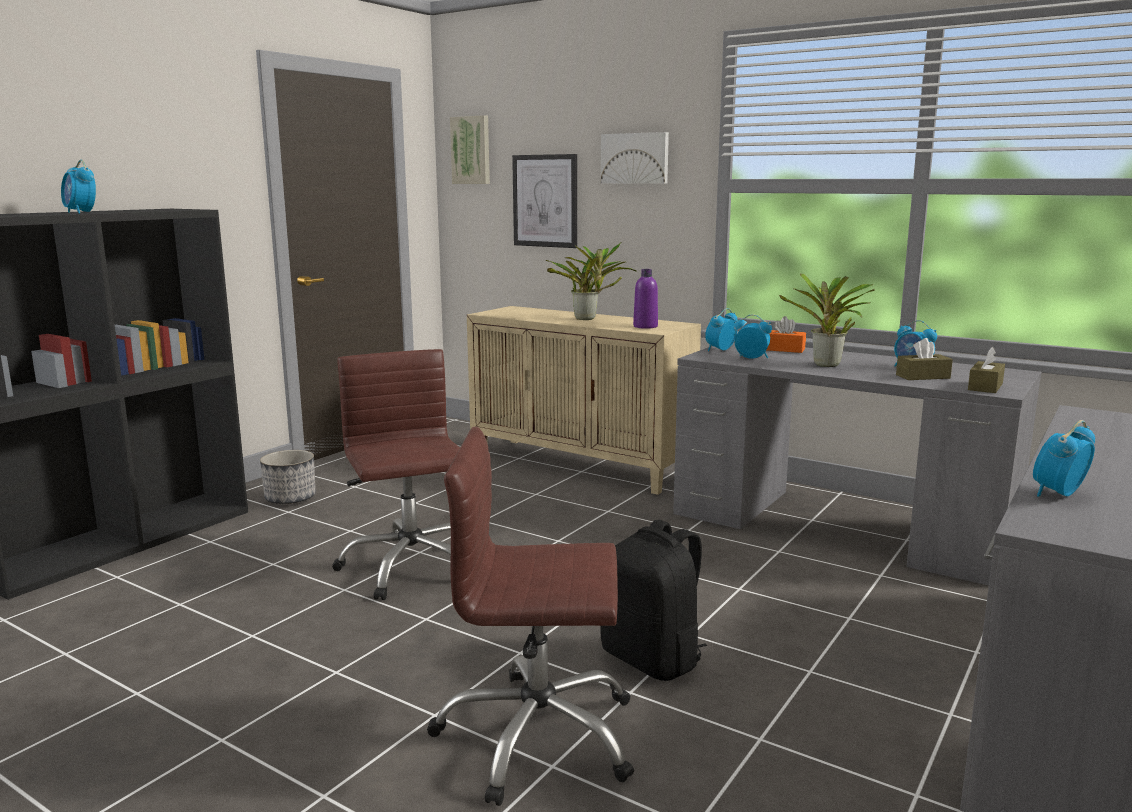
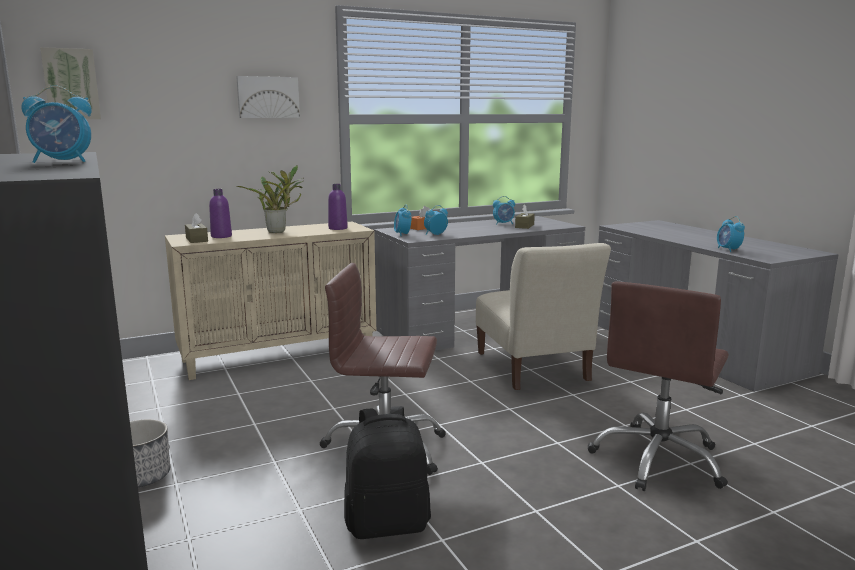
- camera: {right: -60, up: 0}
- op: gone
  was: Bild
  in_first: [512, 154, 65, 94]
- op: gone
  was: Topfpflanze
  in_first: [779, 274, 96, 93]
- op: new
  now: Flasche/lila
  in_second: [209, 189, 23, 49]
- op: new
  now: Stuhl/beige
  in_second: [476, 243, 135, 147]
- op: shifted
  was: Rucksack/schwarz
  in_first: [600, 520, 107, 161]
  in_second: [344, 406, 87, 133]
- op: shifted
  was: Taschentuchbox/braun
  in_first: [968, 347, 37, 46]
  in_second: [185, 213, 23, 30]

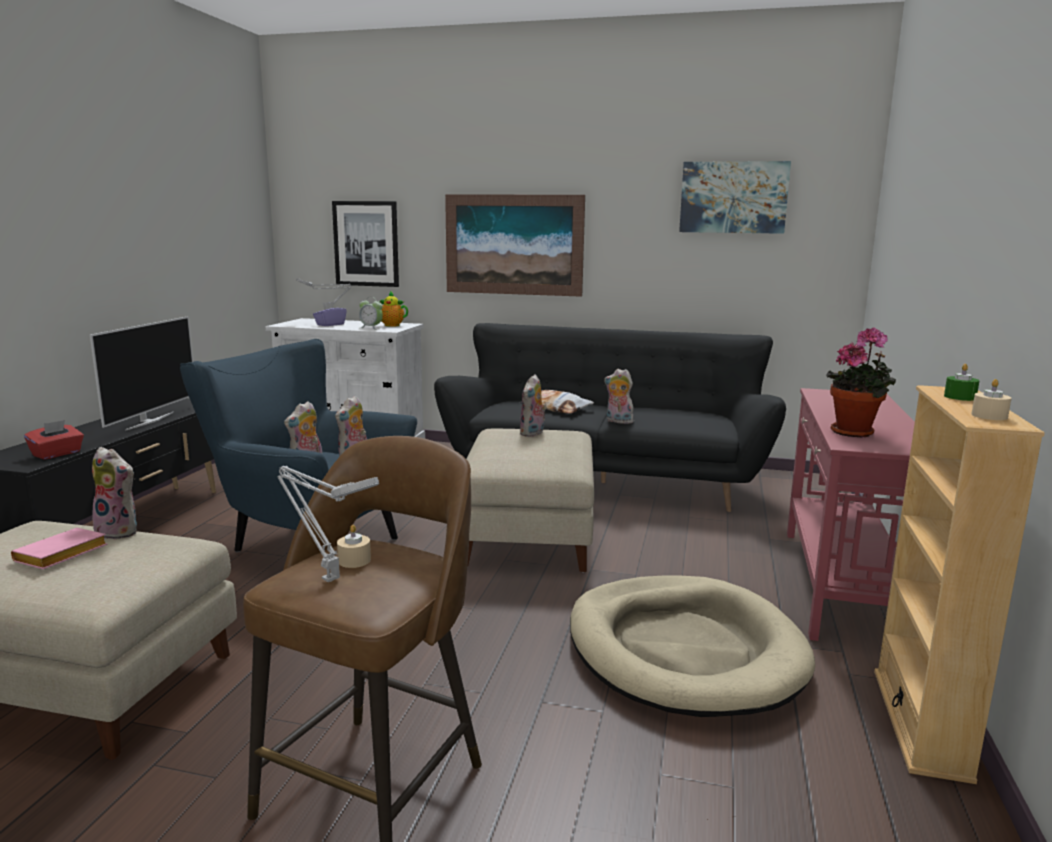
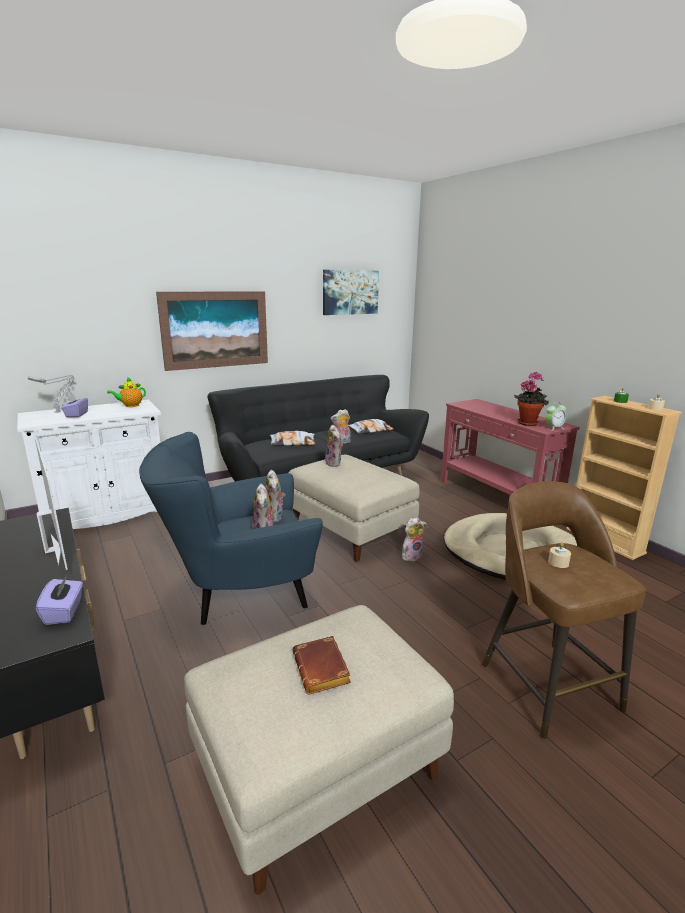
- camera: {right: -45, up: 5}
- op: gone
  was: Tischlampe/grau
  in_first: [277, 466, 102, 116]
- op: gone
  was: Bild
  in_first: [332, 201, 67, 86]
- op: new
  now: Kissen
  in_second: [348, 419, 46, 15]
- op: shifted
  was: Plüschtier
  in_first: [92, 447, 45, 92]
  in_second: [402, 517, 25, 44]
- op: shifted
  was: Wecker
  in_first: [359, 298, 24, 31]
  in_second: [545, 402, 21, 29]
- op: repainted
  was: Buch/rosa
  now: Buch/braun
  in_first: [11, 528, 96, 41]
  in_second: [293, 636, 58, 58]
- op: repainted
  was: Taschentuchbox/rot
  now: Taschentuchbox/lila
  in_first: [24, 420, 60, 40]
  in_second: [36, 576, 47, 49]

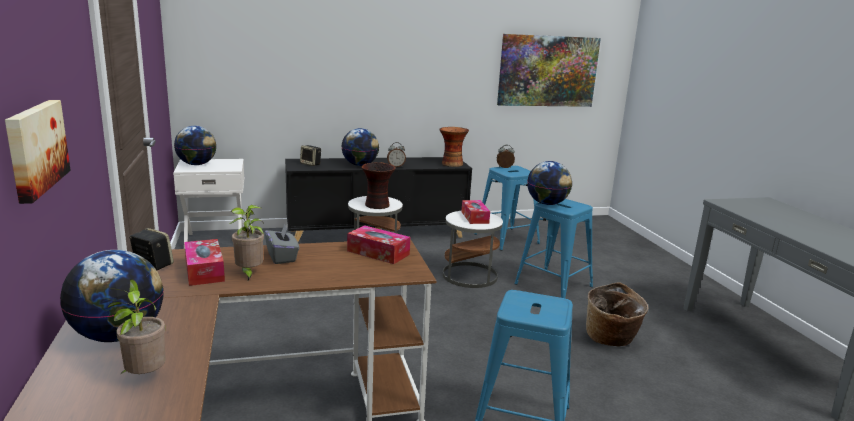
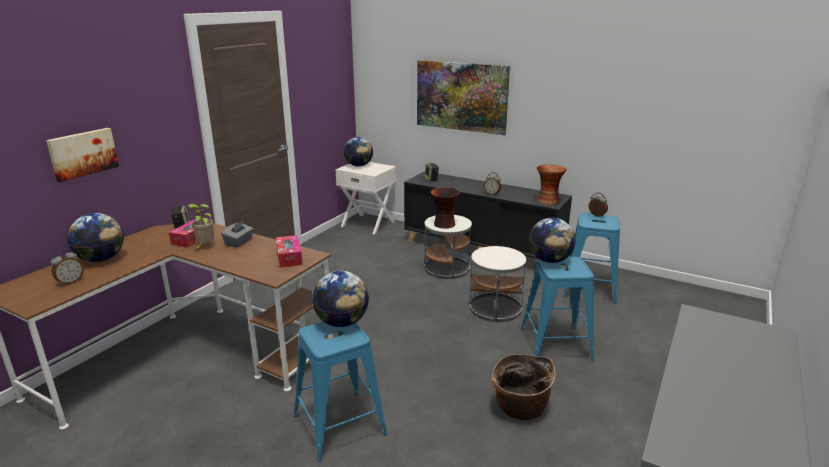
- camera: {right: 45, up: 5}
- op: gone
  was: Taschentuchbox
  in_first: [462, 200, 28, 24]
- op: shifted
  was: Globus
  in_first: [342, 128, 37, 38]
  in_second: [312, 271, 57, 56]
- op: shifted
  was: Bild
  in_first: [497, 34, 104, 73]
  in_second: [417, 60, 93, 75]
- op: swapped
  was: Topfpflanze
  now: Wecker
  in_first: [106, 279, 60, 95]
  in_second: [51, 250, 33, 36]

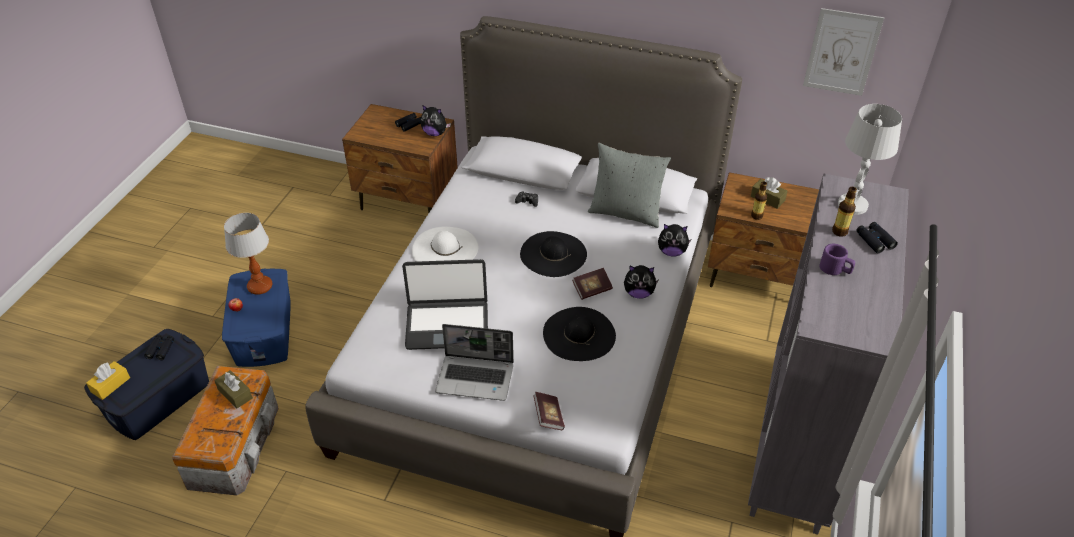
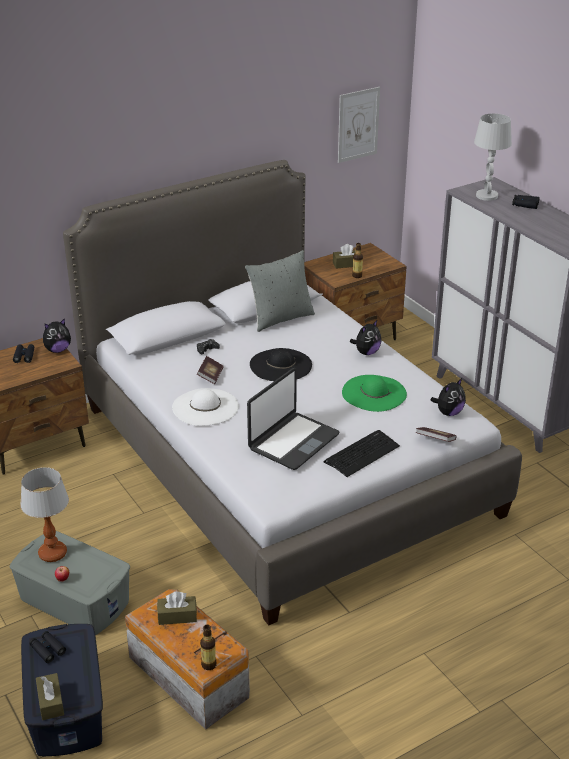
- camera: {right: -50, up: -10}
- op: gone
  was: Henkelbecher/lila
  in_first: [820, 244, 35, 31]
- op: shifted
  was: Buch
  in_first: [572, 268, 41, 32]
  in_second: [197, 356, 27, 28]
- op: shifted
  was: Plüschtier
  in_first: [658, 224, 33, 32]
  in_second: [431, 378, 35, 38]
- op: shifted
  was: Flasche
  in_first: [832, 187, 25, 50]
  in_second: [200, 625, 17, 45]
- op: swapped
  was: Laptop
  now: Tastatur
  in_first: [435, 324, 79, 77]
  in_second: [324, 430, 76, 47]
- op: repainted
  was: Taschentuchbox/gelb
  now: Taschentuchbox/braun
  in_first: [86, 361, 44, 39]
  in_second: [36, 673, 28, 47]
- op: repainted
  was: Aufbewahrungsbox/blau
  now: Aufbewahrungsbox/grau
  in_first: [222, 268, 69, 99]
  in_second: [9, 531, 121, 104]
- op: repainted
  was: Hut/schwarz
  now: Hut/grün
  in_first: [543, 307, 73, 54]
  in_second: [342, 375, 65, 37]

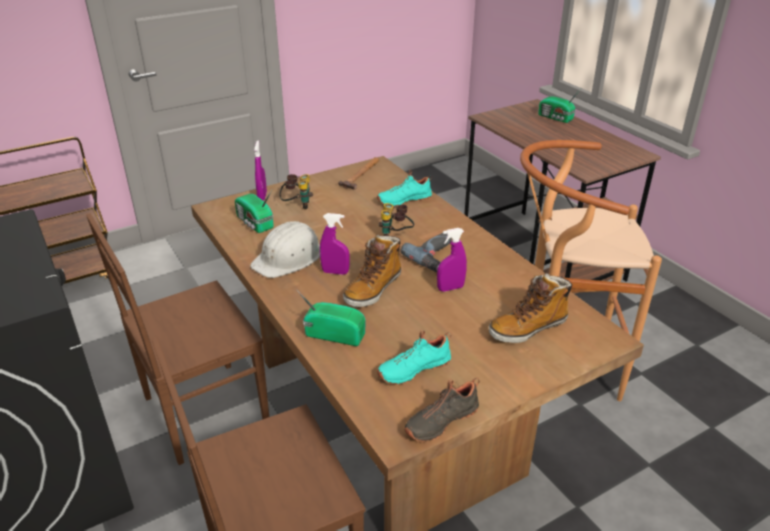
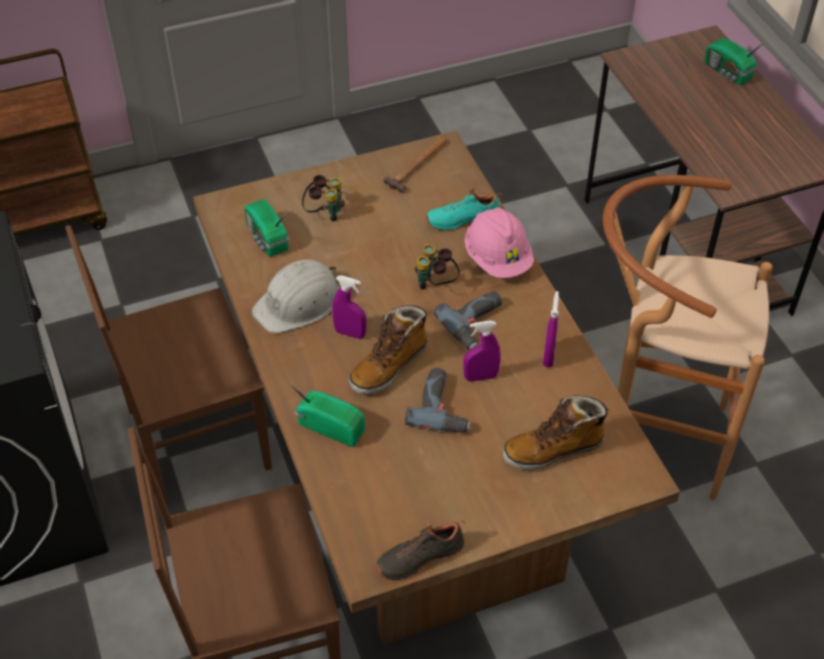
- camera: {right: 10, up: 15}
- op: gone
  was: Schuh/türkis
  in_first: [377, 330, 74, 55]
- op: new
  now: Bohrmaschine
  in_second: [405, 368, 67, 65]
- op: new
  now: Schutzhelm/rosa
  in_second: [464, 207, 70, 71]
- op: shifted
  was: Sprühflasche/lila
  in_first: [254, 140, 13, 61]
  in_second: [543, 291, 16, 77]

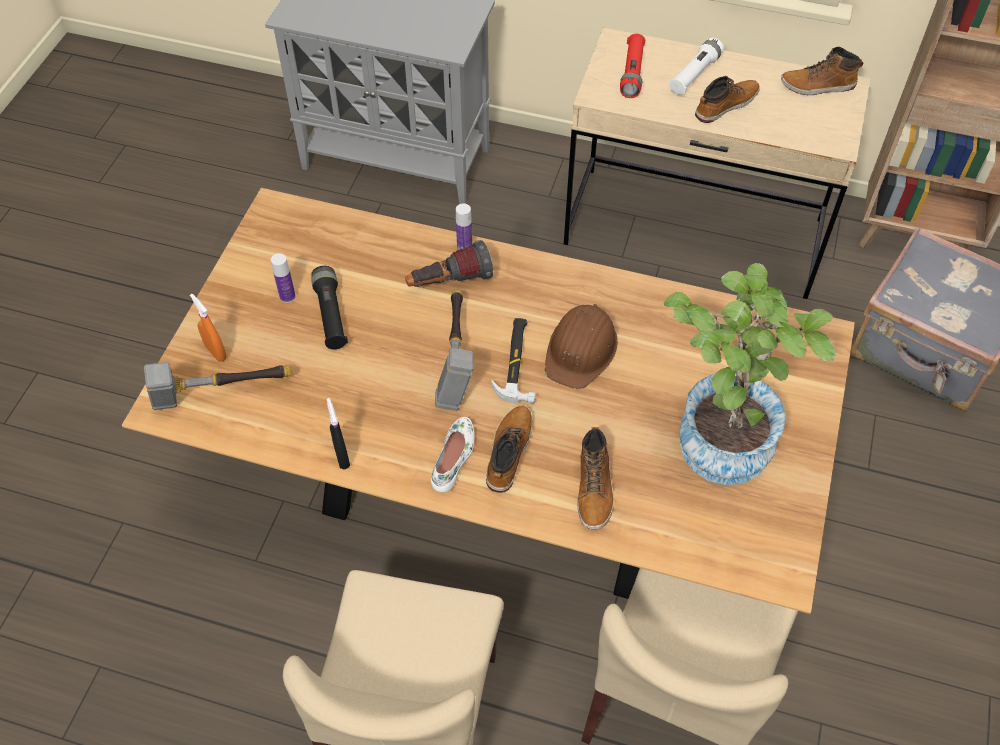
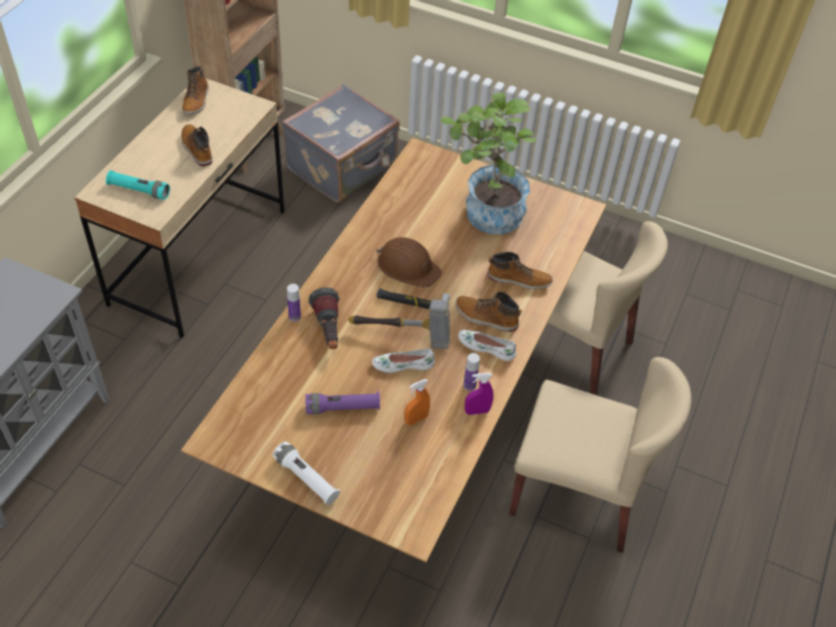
- camera: {right: -85, up: -5}
- op: gone
  was: Hammer
  in_first: [144, 362, 149, 48]
- op: new
  now: Schuh/weiß
  in_second: [372, 349, 63, 24]
- op: shifted
  was: Sprühflasche/orange
  in_first: [190, 294, 37, 68]
  in_second: [404, 379, 26, 46]
- op: shifted
  was: Flasche
  in_first: [271, 253, 25, 50]
  in_second: [463, 353, 17, 38]
- op: shifted
  was: Taschenlampe/weiß
  in_first: [669, 38, 55, 57]
  in_second: [273, 442, 67, 63]
- op: repainted
  was: Taschenlampe/schwarz
  now: Taschenlampe/lila
  in_first: [311, 266, 37, 83]
  in_second: [305, 391, 75, 23]
- op: repainted
  was: Sprühflasche/schwarz
  now: Sprühflasche/lila
  in_first: [327, 398, 23, 71]
  in_second: [465, 373, 28, 42]
- op: repainted
  was: Taschenlampe/rot
  now: Taschenlampe/türkis
  in_first: [620, 34, 25, 64]
  in_second: [105, 170, 65, 30]

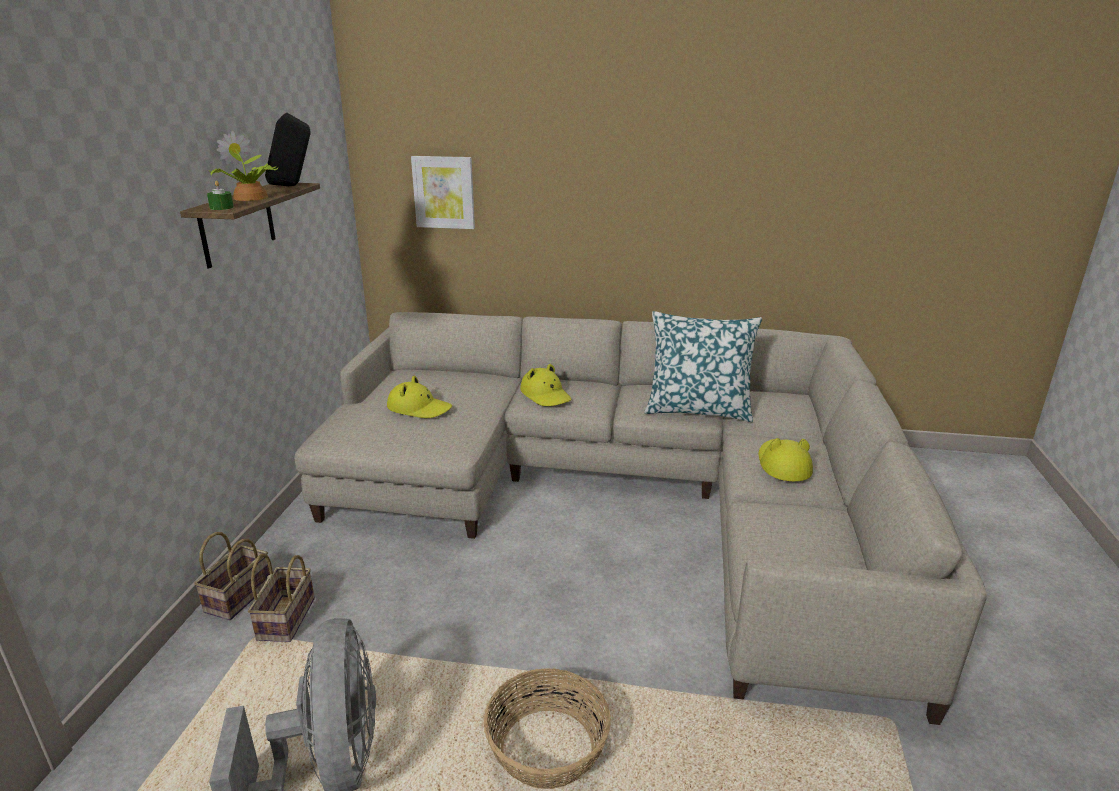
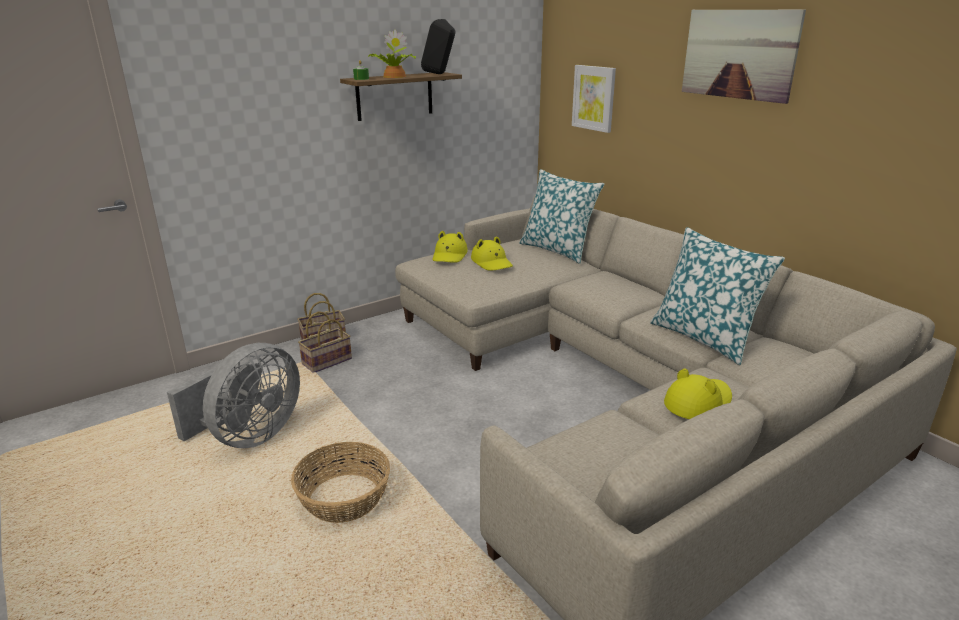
- camera: {right: 45, up: 0}
- op: new
  now: Kissen
  in_second: [519, 169, 85, 95]
- op: new
  now: Bild
  in_second: [682, 10, 124, 94]
- op: shifted
  was: Hut/gelb
  in_first: [520, 364, 52, 42]
  in_second: [432, 231, 36, 32]

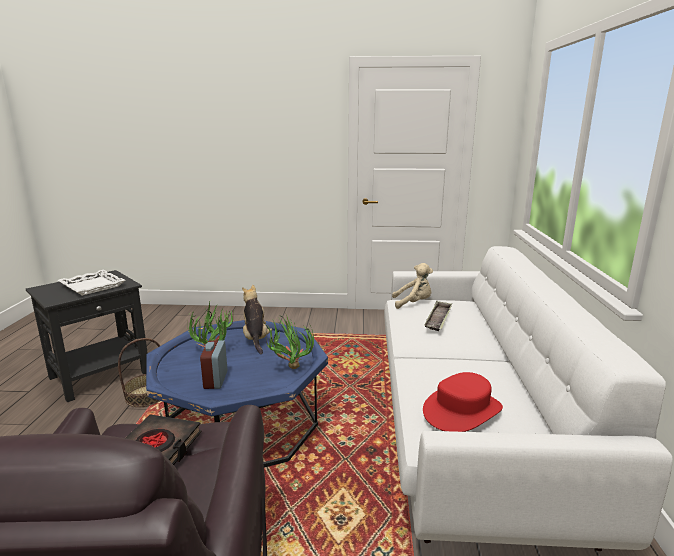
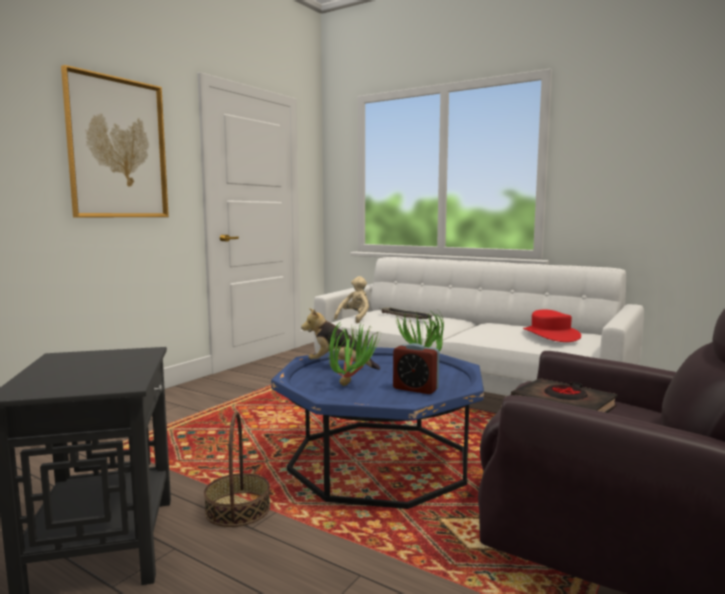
- camera: {right: -60, up: -10}
- op: gone
  was: Tablett/weiß
  in_first: [58, 270, 67, 26]
- op: new
  now: Bild
  in_second: [61, 65, 108, 153]

